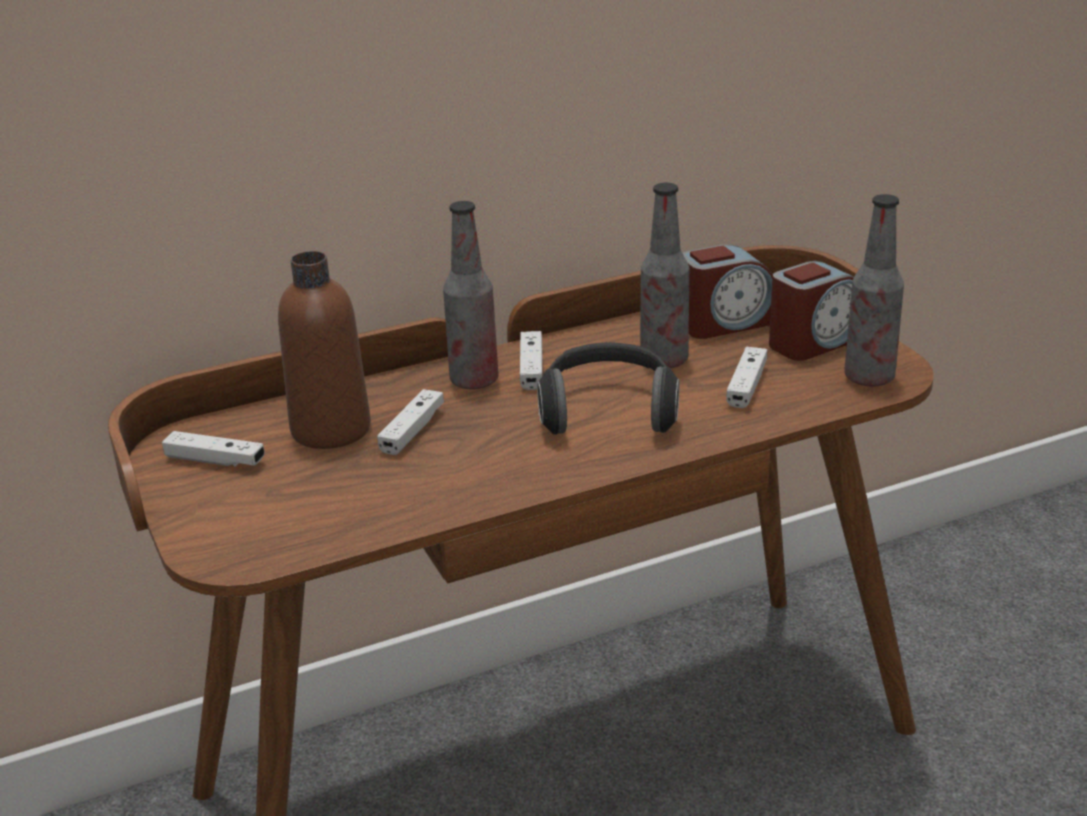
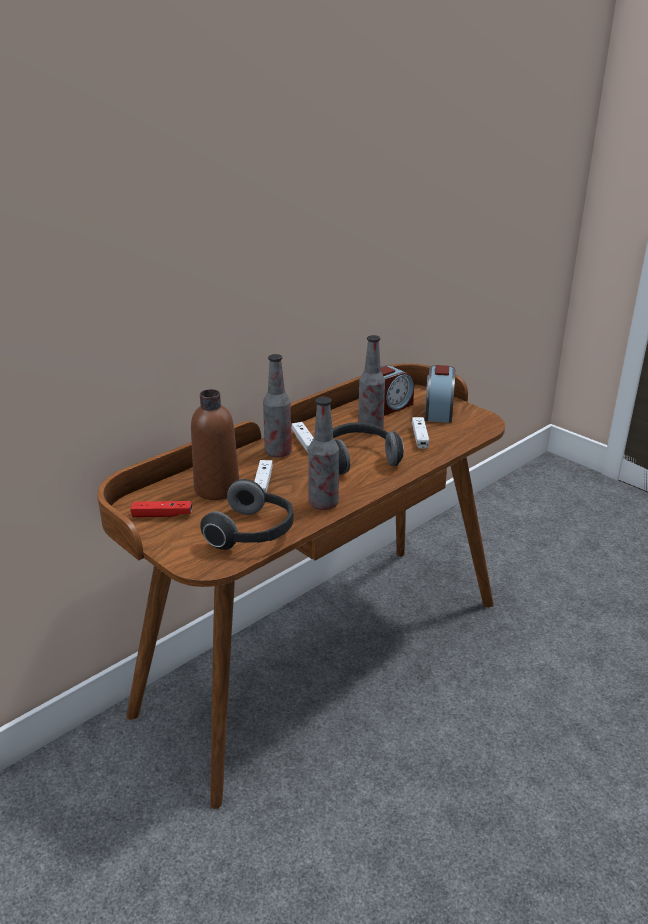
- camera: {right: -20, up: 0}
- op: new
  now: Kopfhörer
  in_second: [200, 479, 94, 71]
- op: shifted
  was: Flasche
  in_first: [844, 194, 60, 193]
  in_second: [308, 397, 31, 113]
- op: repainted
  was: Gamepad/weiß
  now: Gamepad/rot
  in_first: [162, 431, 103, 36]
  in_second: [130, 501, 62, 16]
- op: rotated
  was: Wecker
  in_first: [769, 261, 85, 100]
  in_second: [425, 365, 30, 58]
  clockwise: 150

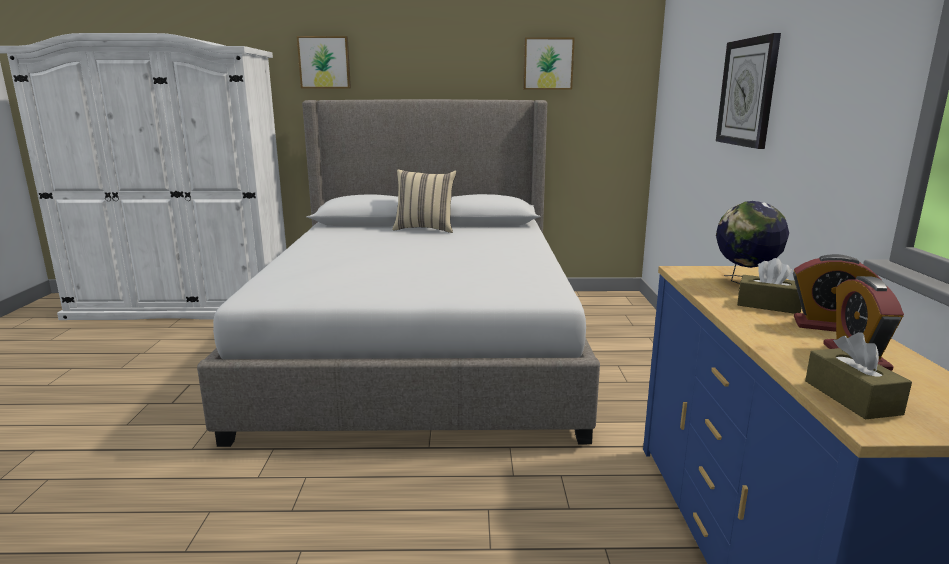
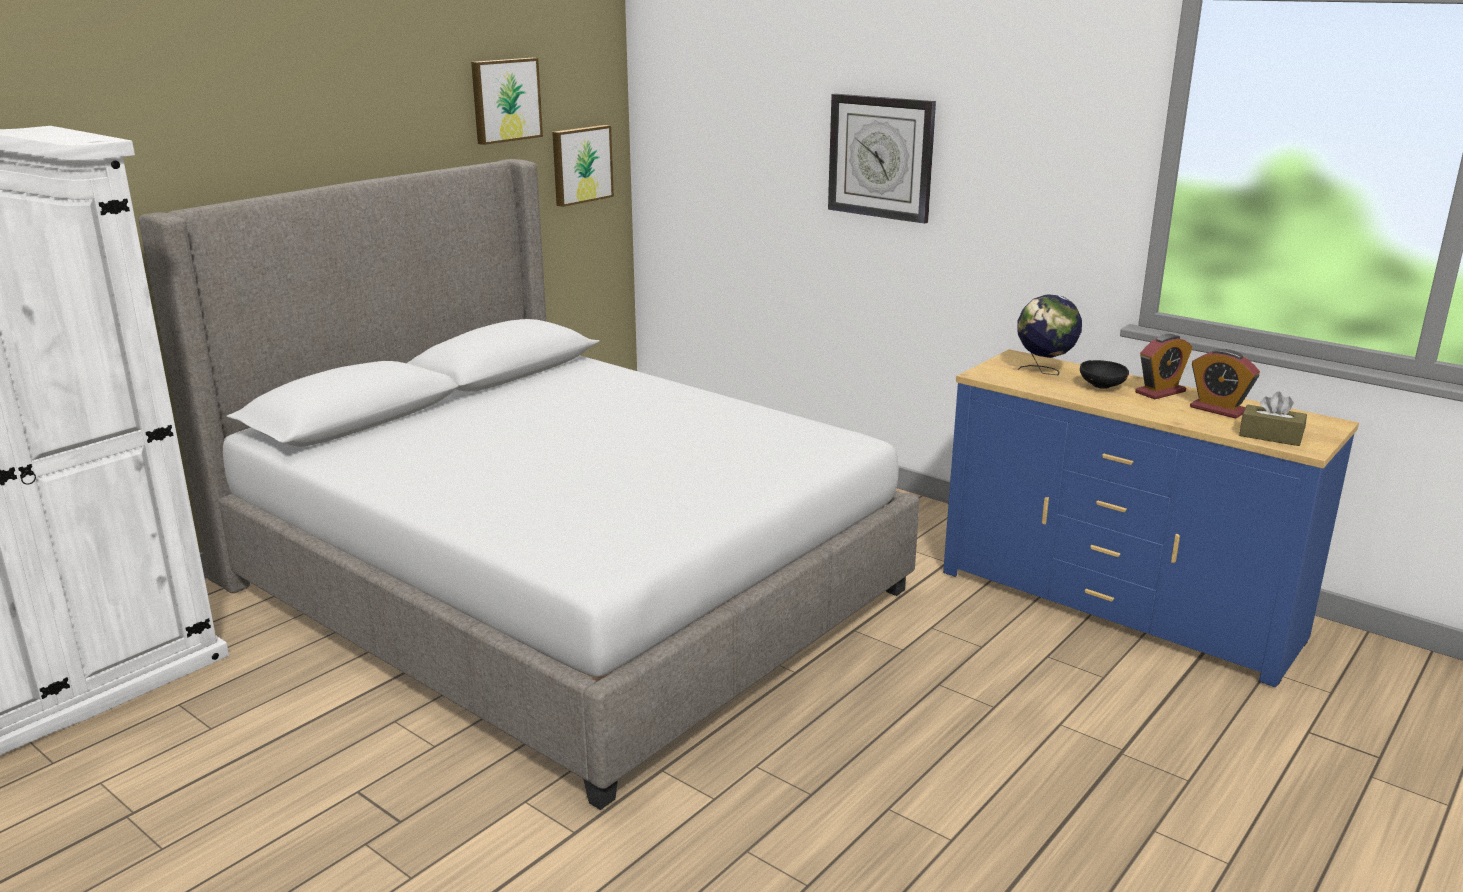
- camera: {right: -50, up: 5}
- op: gone
  was: Kissen/beige
  in_first: [392, 170, 64, 63]
- op: shifted
  was: Bild
  in_first: [297, 36, 54, 53]
  in_second: [552, 125, 62, 82]
- op: swapped
  was: Taschentuchbox/braun
  now: Schüssel/schwarz
  in_first: [737, 258, 65, 56]
  in_second: [1080, 360, 49, 29]

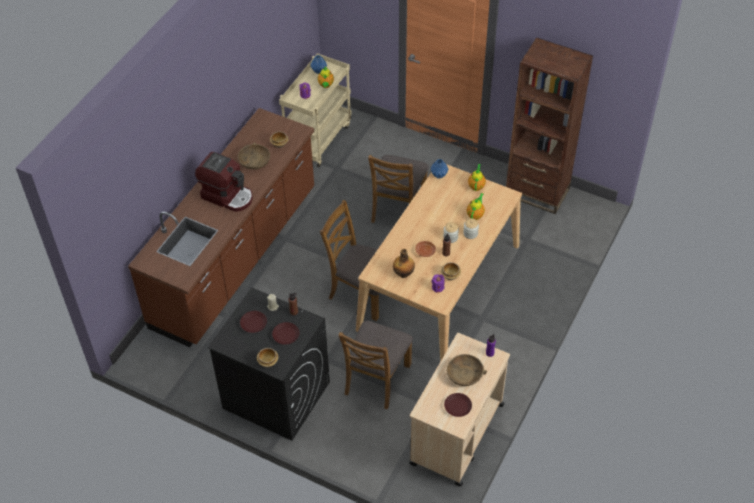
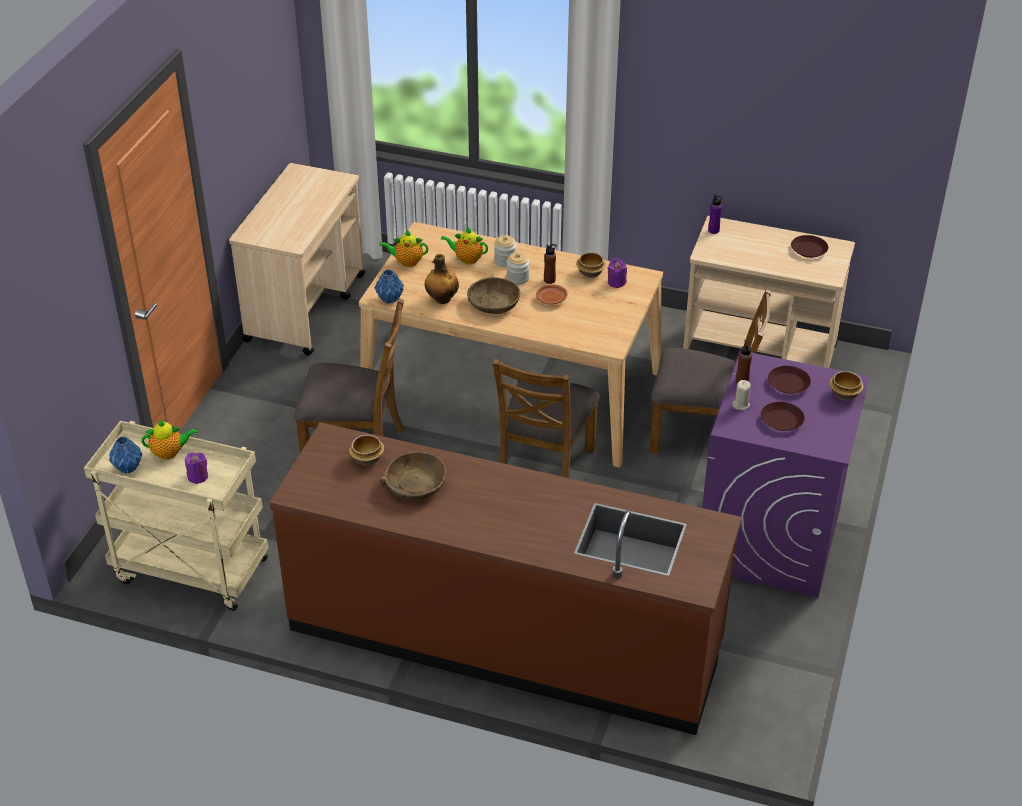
- camera: {right: -100, up: -10}
- op: gone
  was: Kaffeemaschine
  in_first: [195, 152, 58, 60]
- op: shifted
  was: Flasche
  in_first: [393, 249, 22, 29]
  in_second: [425, 254, 34, 50]
- op: shifted
  was: Schüssel/braun
  in_first: [447, 354, 40, 32]
  in_second: [467, 276, 53, 38]
- op: swapped
  was: Bücherregal/braun
  now: Rollwagen/beige
  in_first: [506, 38, 87, 176]
  in_second: [229, 163, 136, 192]
- op: repainted
  was: Waschmaschine/schwarz
  now: Waschmaschine/lila
  in_first: [207, 288, 123, 153]
  in_second: [702, 351, 168, 247]

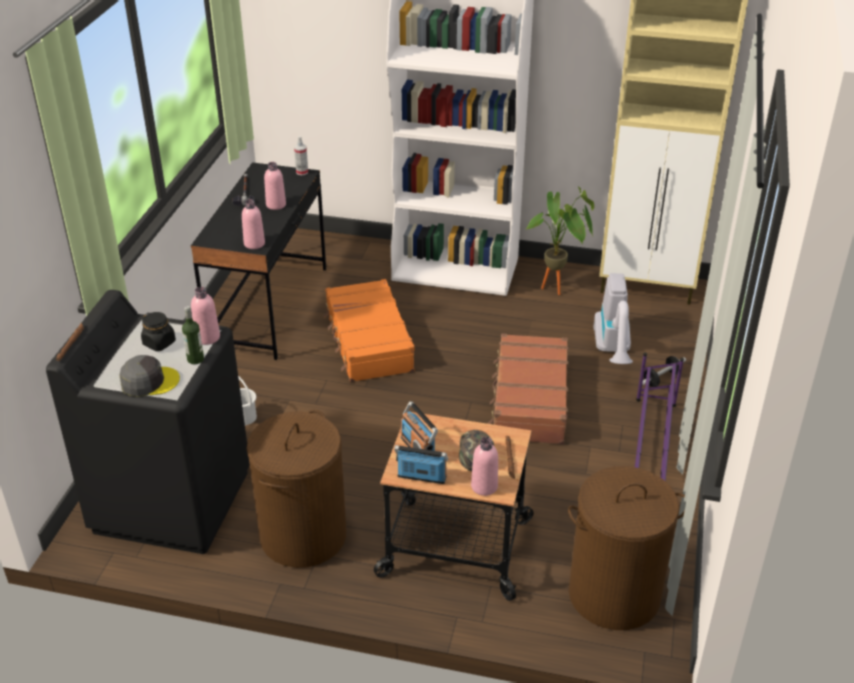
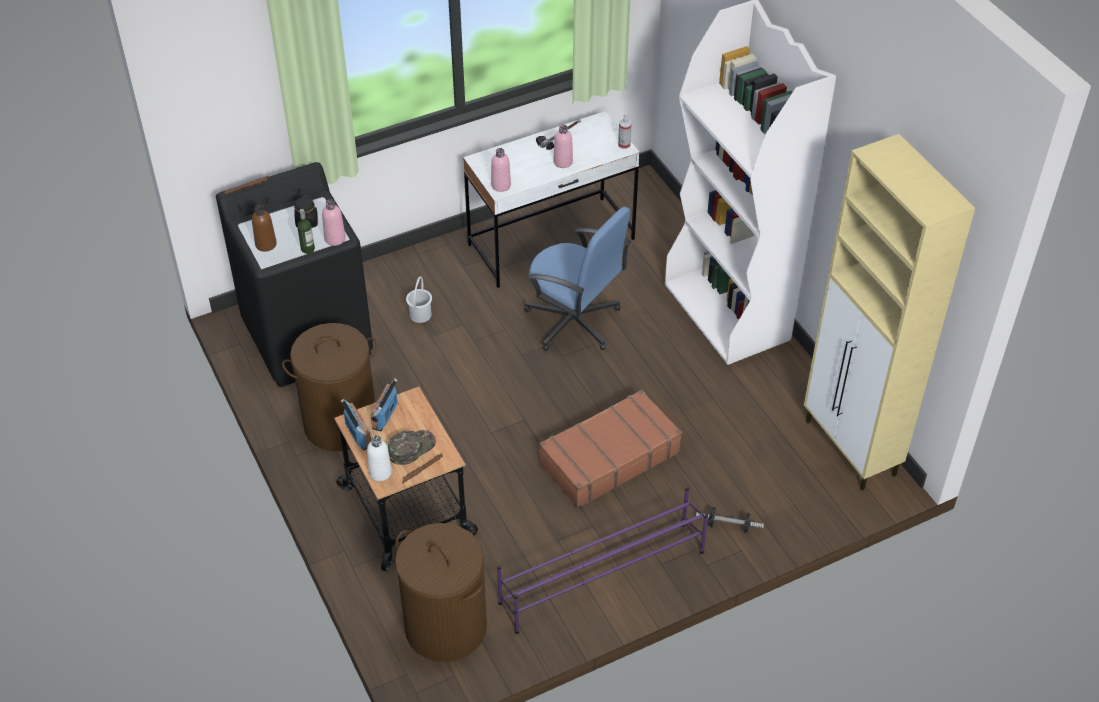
- camera: {right: 50, up: 10}
- op: gone
  was: Topfpflanze
  in_first: [526, 186, 68, 109]
- op: gone
  was: Staubsauger
  in_first: [594, 273, 39, 91]
- op: swapped
  was: Kappe/grau
  now: Flasche/braun
  in_first: [119, 355, 61, 42]
  in_second: [252, 205, 25, 47]
- op: swapped
  was: Koffer/orange
  now: Bürostuhl/blau
  in_first: [324, 279, 91, 103]
  in_second: [524, 207, 107, 144]
- op: repainted
  was: Schreibtisch/schwarz
  now: Schreibtisch/weiß
  in_first: [191, 163, 135, 197]
  in_second: [463, 111, 177, 177]
- op: repainted
  was: Flasche/rosa
  now: Flasche/weiß
  in_first: [471, 437, 27, 59]
  in_second: [367, 435, 25, 46]

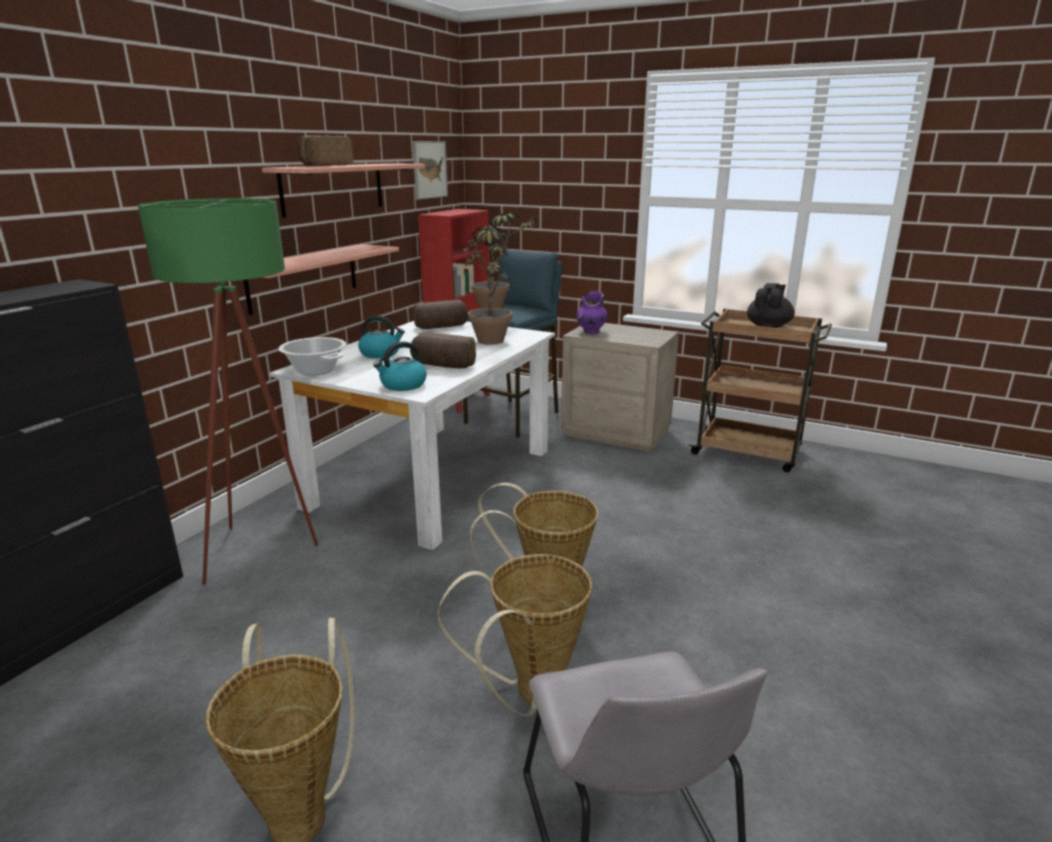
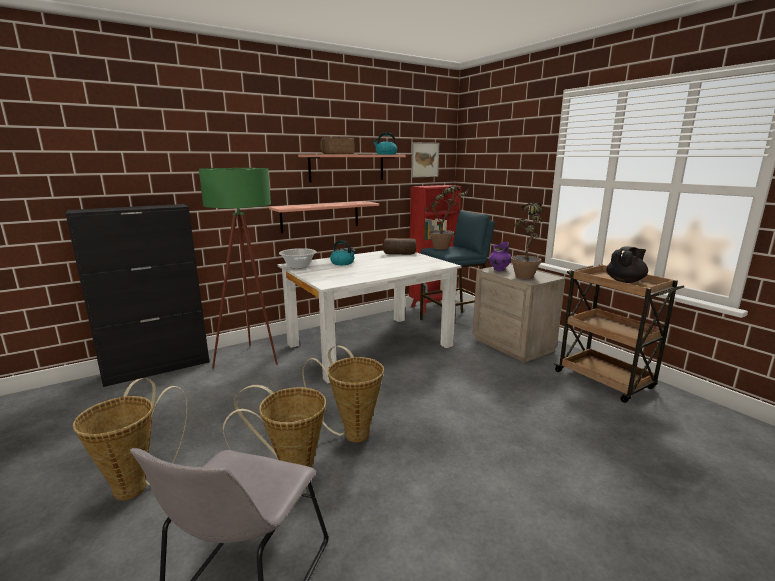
- camera: {right: 30, up: -5}
- op: gone
  was: Brot
  in_first: [410, 332, 66, 36]
- op: shifted
  was: Wasserkessel
  in_first: [373, 341, 54, 50]
  in_second: [372, 132, 25, 23]
- op: shifted
  was: Topfpflanze
  in_first: [465, 226, 47, 119]
  in_second: [511, 203, 32, 76]

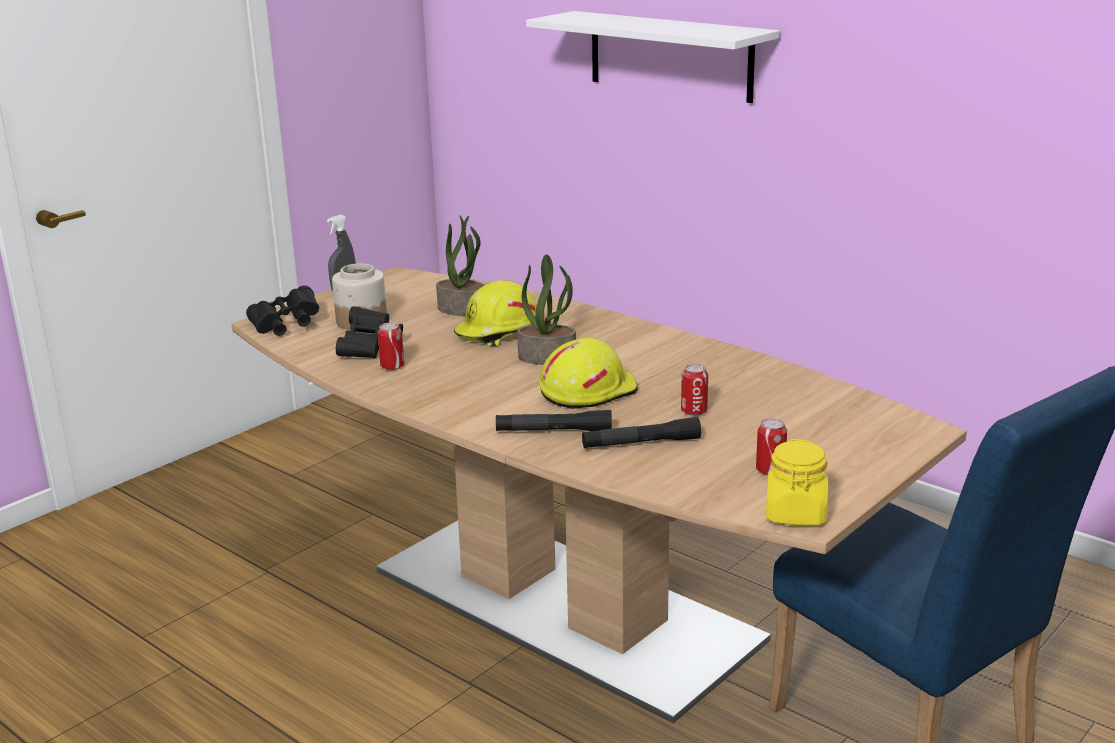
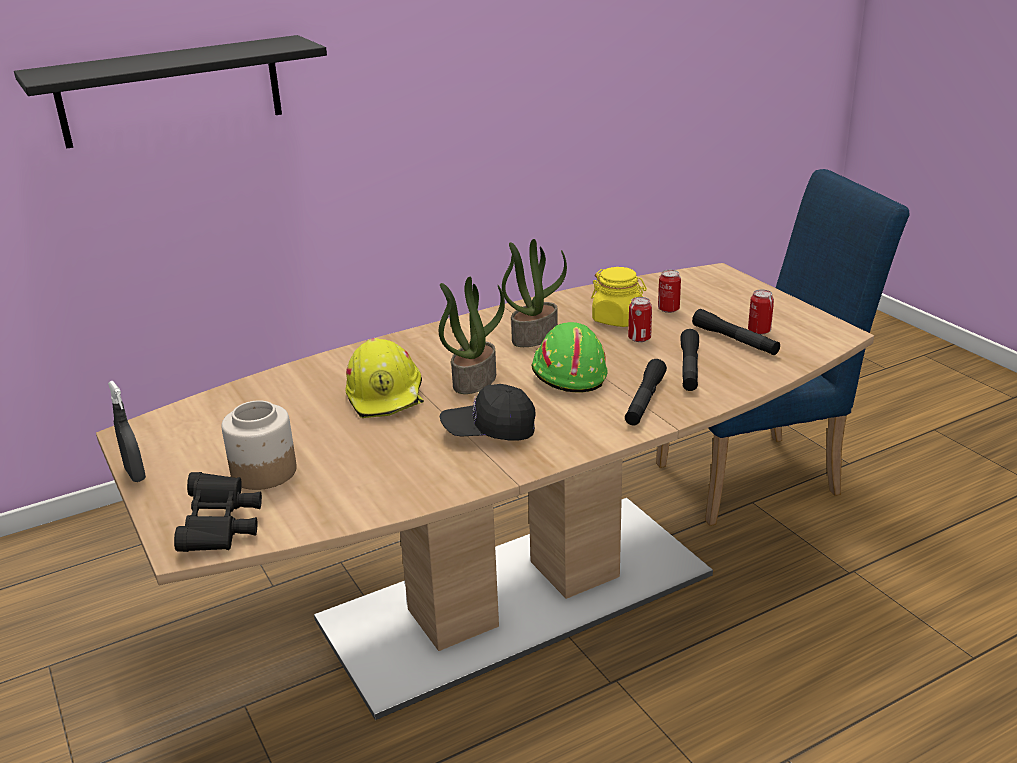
- camera: {right: -70, up: 5}
- op: gone
  was: Fernglas/schwarz
  in_first: [336, 306, 67, 53]
- op: new
  now: Kappe/schwarz
  in_second: [440, 384, 96, 56]
- op: new
  now: Taschenlampe/schwarz
  in_second: [692, 309, 88, 46]
- op: shifted
  was: Dose
  in_first: [378, 323, 26, 47]
  in_second: [658, 270, 23, 43]
- op: shifted
  was: Topfpflanze
  in_first: [436, 216, 48, 100]
  in_second: [502, 239, 65, 108]
- op: shifted
  was: Vorratsglas/gelb
  in_first: [766, 439, 62, 87]
  in_second: [591, 267, 56, 60]
- op: repainted
  was: Wandregal/weiß
  now: Wandregal/schwarz
  in_first: [526, 11, 254, 92]
  in_second: [14, 35, 313, 114]
- op: repainted
  was: Schutzhelm/gelb
  now: Schutzhelm/grün
  in_first: [539, 338, 99, 71]
  in_second: [531, 322, 77, 71]

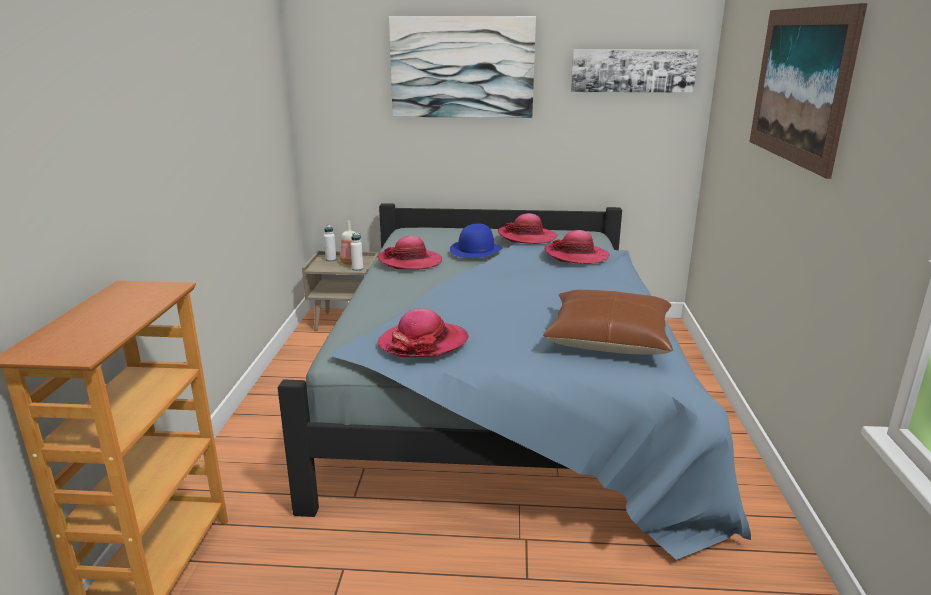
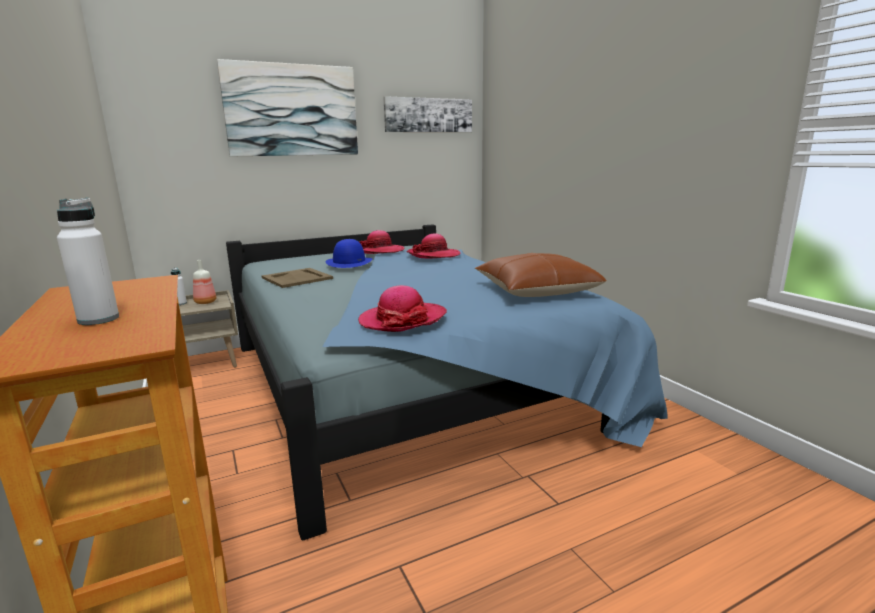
- camera: {right: -30, up: -5}
- op: gone
  was: Bild
  in_first: [749, 3, 119, 176]
- op: shifted
  was: Flasche/weiß
  in_first: [351, 233, 12, 38]
  in_second: [57, 198, 62, 127]
- op: swapped
  was: Hut
  now: Tablett/beige
  in_first: [377, 236, 65, 34]
  in_second: [262, 268, 71, 20]

